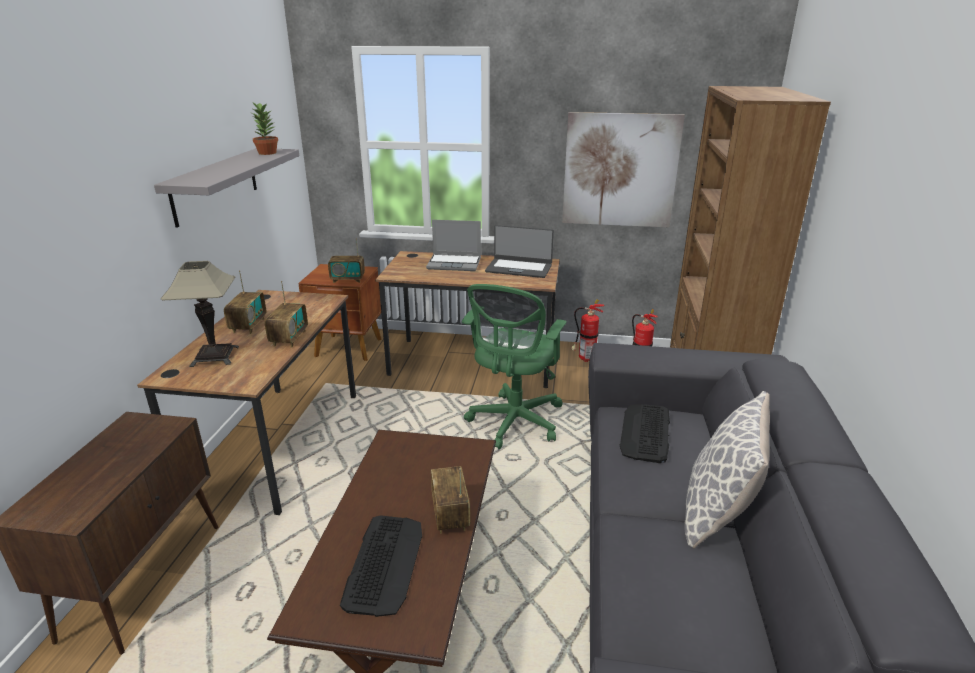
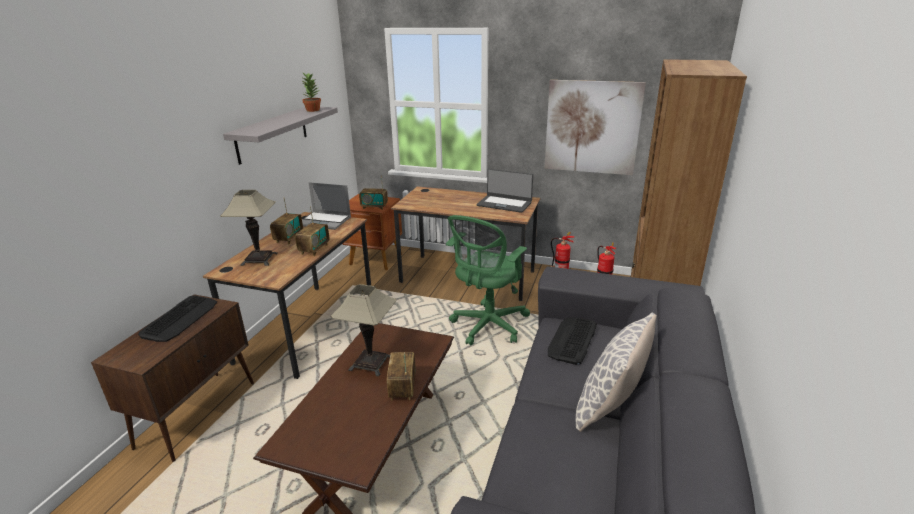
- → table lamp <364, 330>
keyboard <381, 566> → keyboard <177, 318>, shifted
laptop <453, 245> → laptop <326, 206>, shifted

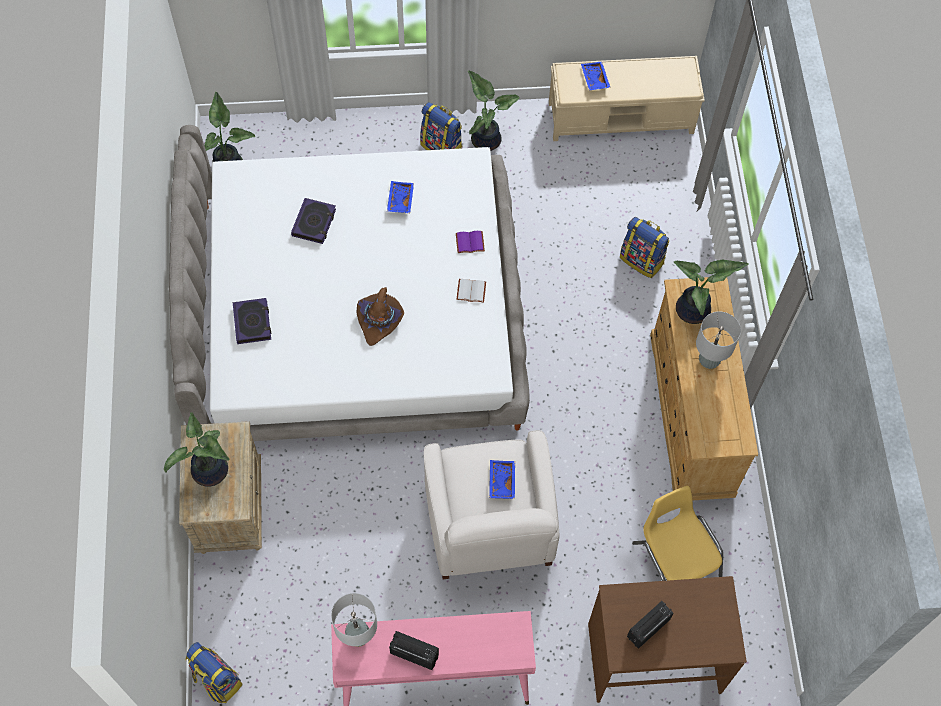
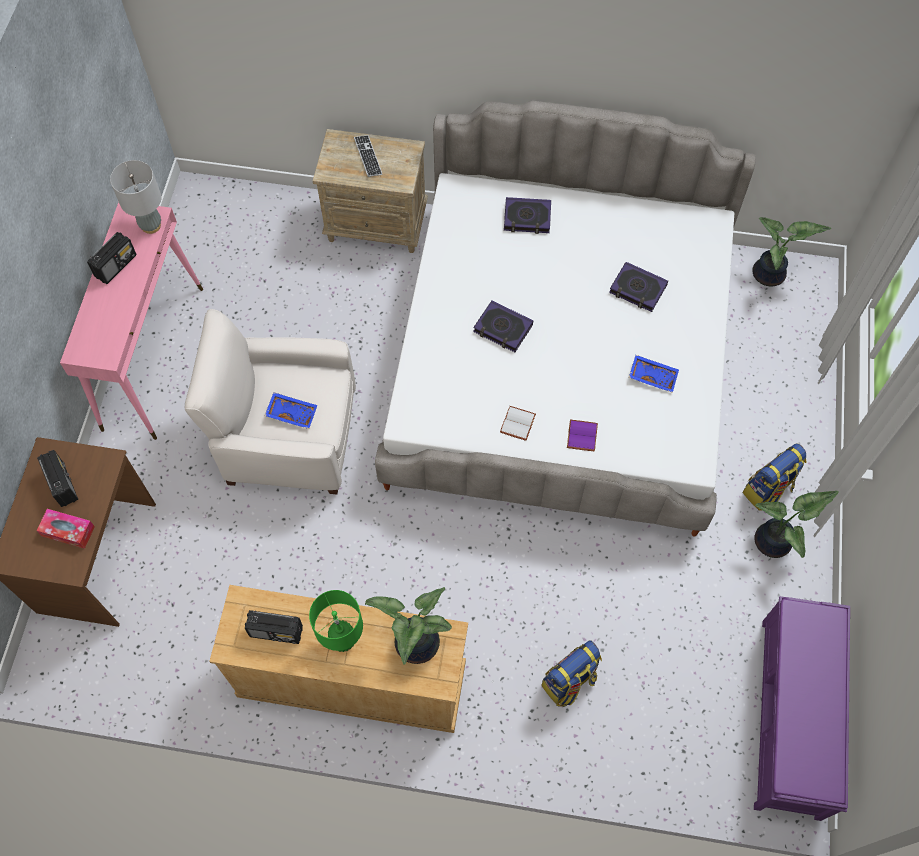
backpack <214, 672> → -
tray/blue <596, 75> → -
chair/yellow <677, 533> → -
- → tissue box <65, 529>
- → radio <274, 627>
potted plant <197, 449> → keyboard <368, 156>
hat/brown <380, 316> → book <503, 326>
bench/beige <627, 98> → bench/purple <802, 708>
table lamp/grey <718, 340> → table lamp/green <336, 621>

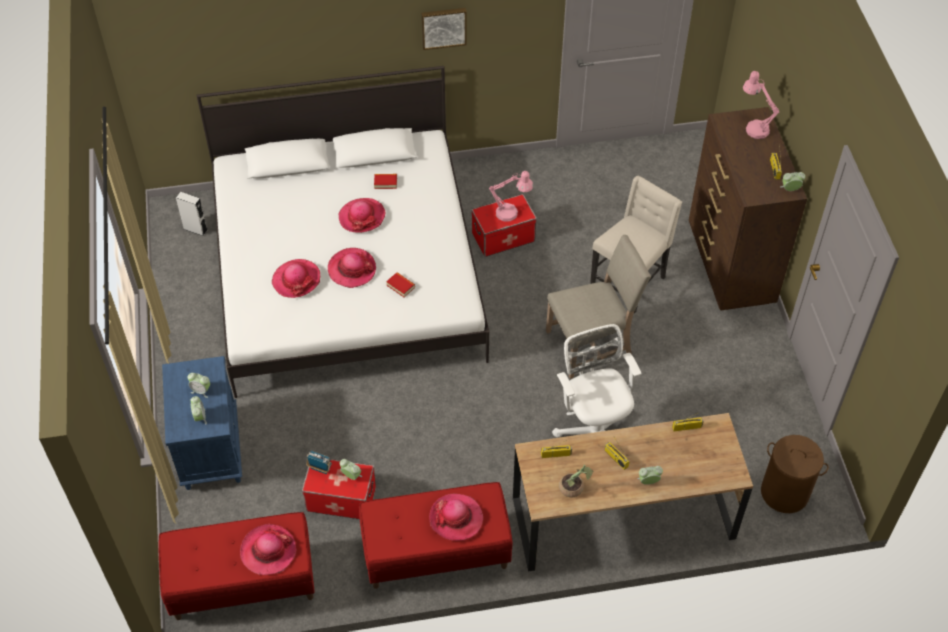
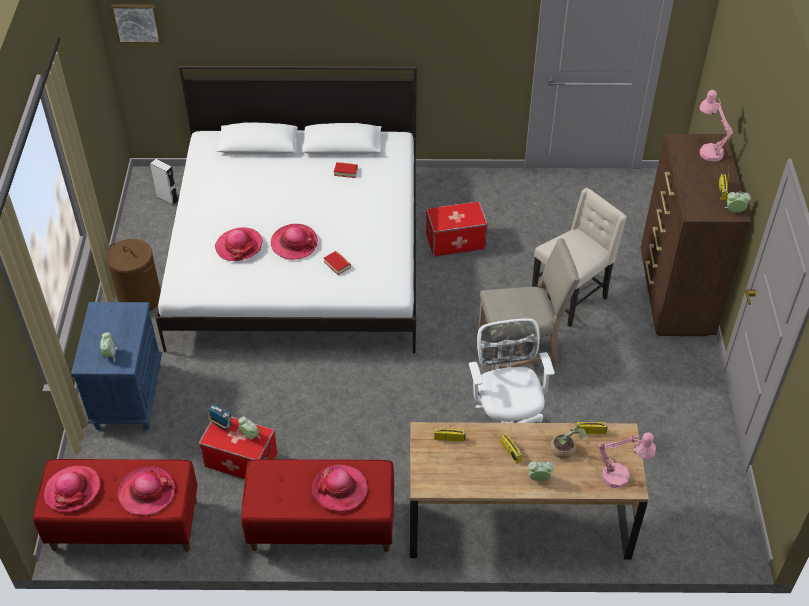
alarm clock <198, 385> → -
hat <361, 215> → hat <72, 489>, shifted
picture <444, 29> → picture <136, 23>, shifted
table lamp/pink <511, 196> → table lamp/pink <627, 460>, shifted
potted plant <576, 481> → potted plant <568, 441>, shifted
laundry basket/brown <795, 474> → laundry basket/brown <133, 275>, shifted

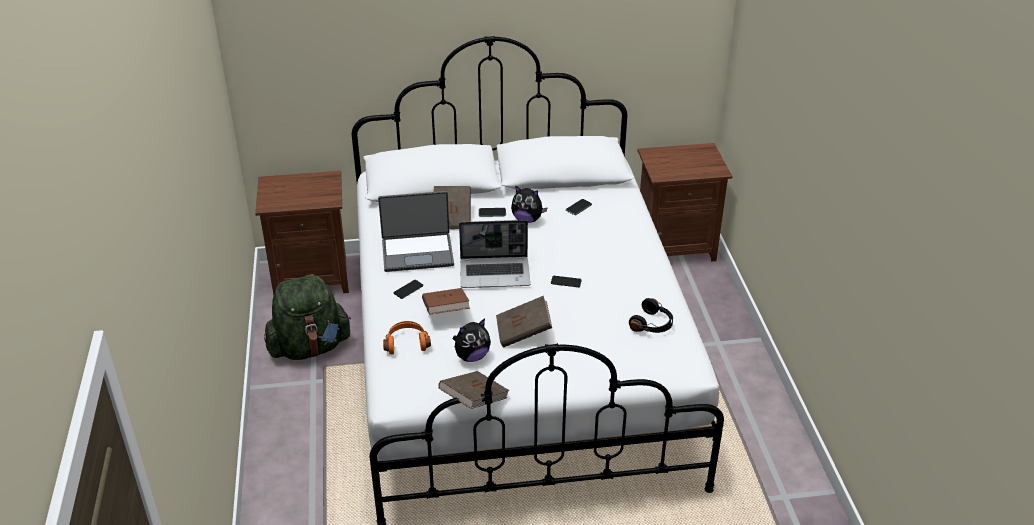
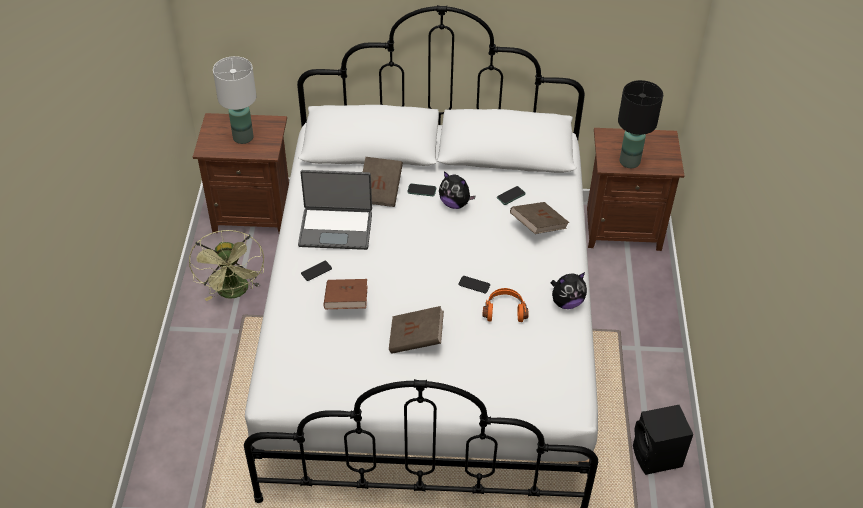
laptop <494, 254> → -
headphones/black <651, 315> → -
- → table lamp/white <234, 100>
- → table lamp/black <640, 124>
- → speaker/black <663, 440>
headphones/orange <407, 337> → headphones/orange <505, 305>, shifted
book/brown <473, 390> → book/brown <539, 218>, shifted
plush toy <472, 340> → plush toy <569, 290>, shifted
backpack/green <307, 317> → fan/green <226, 265>

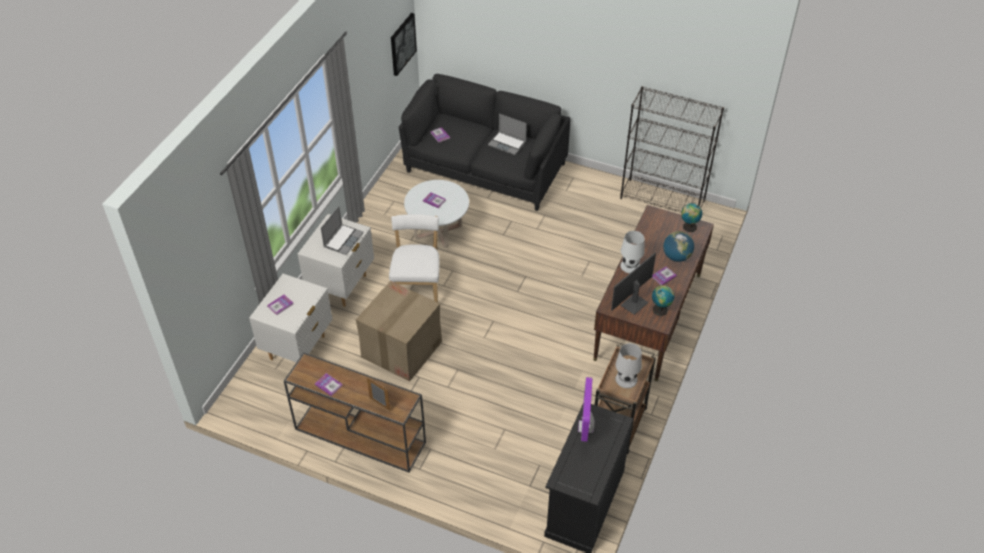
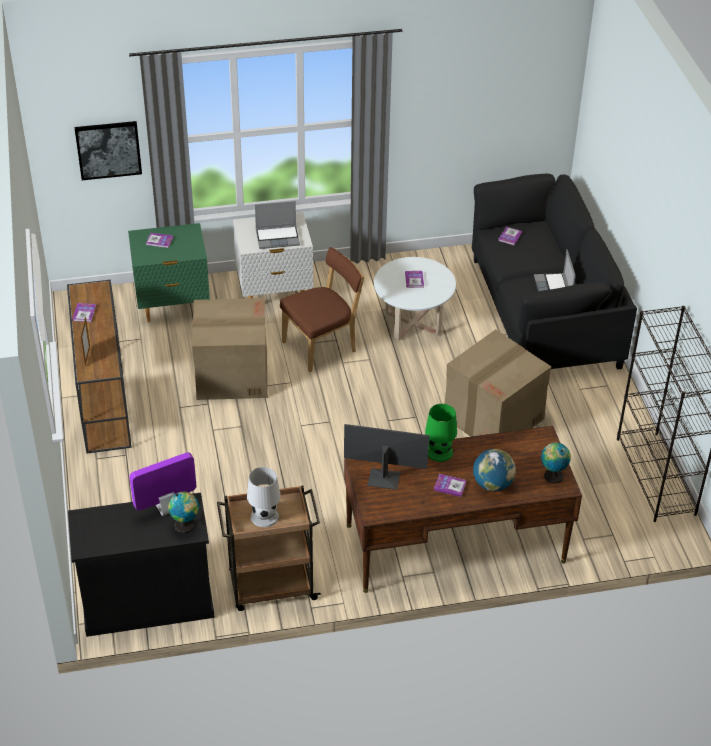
- → cardboard box <498, 383>
picture <404, 44> → picture <108, 150>, shifted
globe <663, 300> → globe <183, 512>, shifted
nightstand/white <291, 318> → nightstand/green <169, 273>
chair/white <414, 258> → chair/brown <322, 309>
table lamp/white <632, 252> → table lamp/green <441, 433>

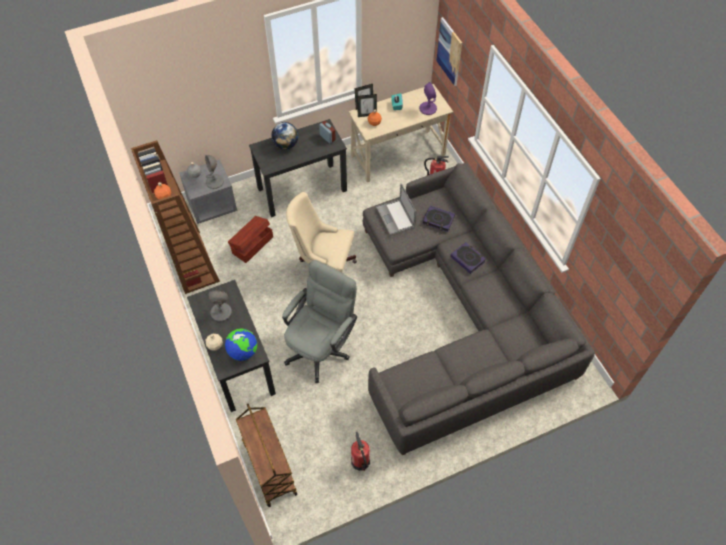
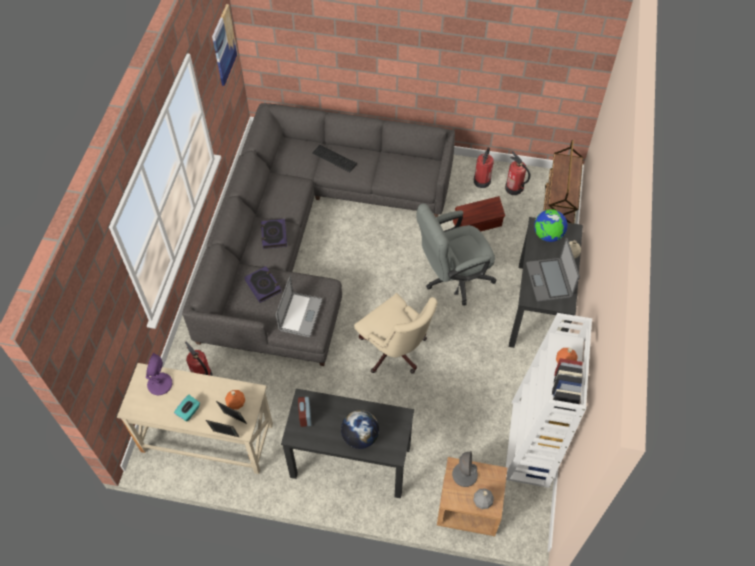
- → keyboard <335, 158>
- → fire extinguisher <517, 173>
storage box/brown <250, 239> → storage box/brown <479, 214>, shifted
picture <449, 51> → picture <224, 45>, shifted
table lamp/grey <220, 306> → laptop <553, 270>
bookcase/brown <175, 217> → bookcase/white <549, 400>
nightstand/grey <208, 192> → nightstand/brown <472, 496>

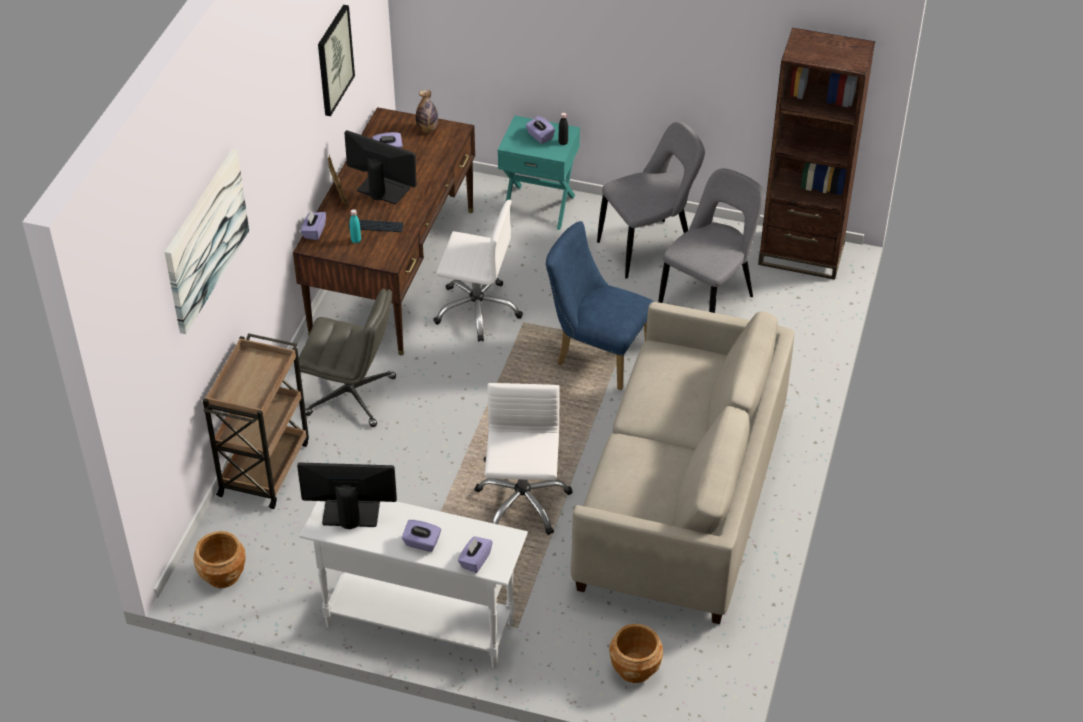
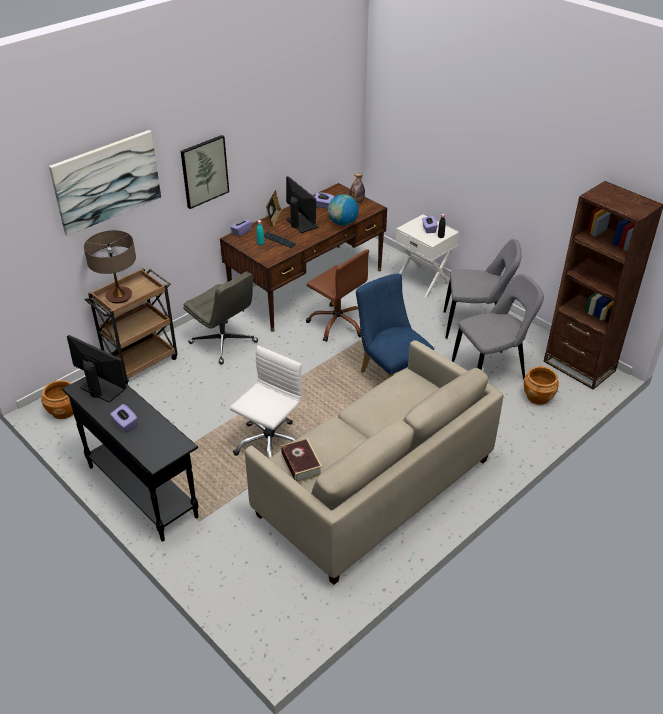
tissue box/purple <475, 554> → -
- → table lamp <110, 267>
- → book <301, 460>
- → globe <343, 210>
picture <336, 60> → picture <205, 172>, shifted
planter/brown <636, 653> → planter/brown <541, 385>, shifted
console table/white <413, 584> → console table/black <130, 458>
office chair/white <478, 271> → office chair/brown <337, 295>
nightstand/turquoise <539, 172> → nightstand/white <427, 256>

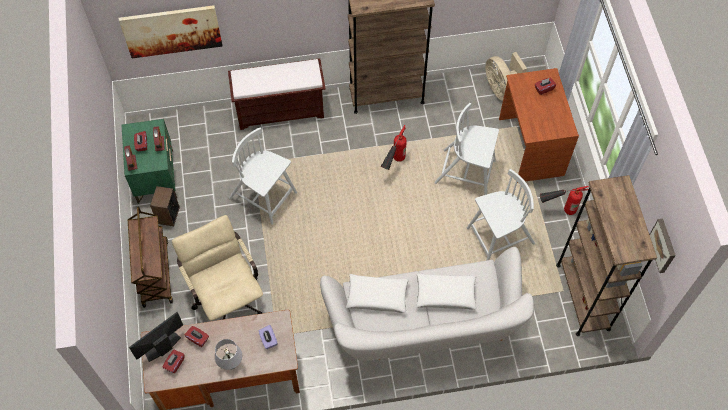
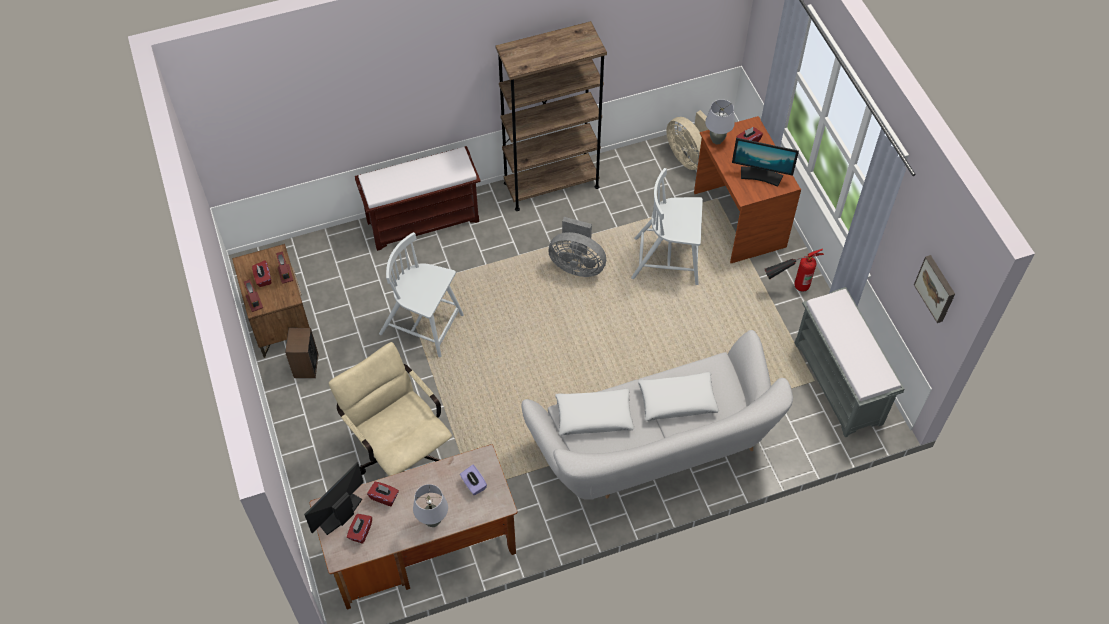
picture <171, 31> → -
cart/brown <150, 257> → -
chair/white <500, 214> → -
- → table lamp/grey <720, 121>
- → monitor <765, 162>
fire extinguisher <394, 147> → fan/grey <577, 247>
bookcase/brown <606, 255> → bench/grey <849, 362>
nightstand/green <149, 161> → nightstand/brown <271, 301>

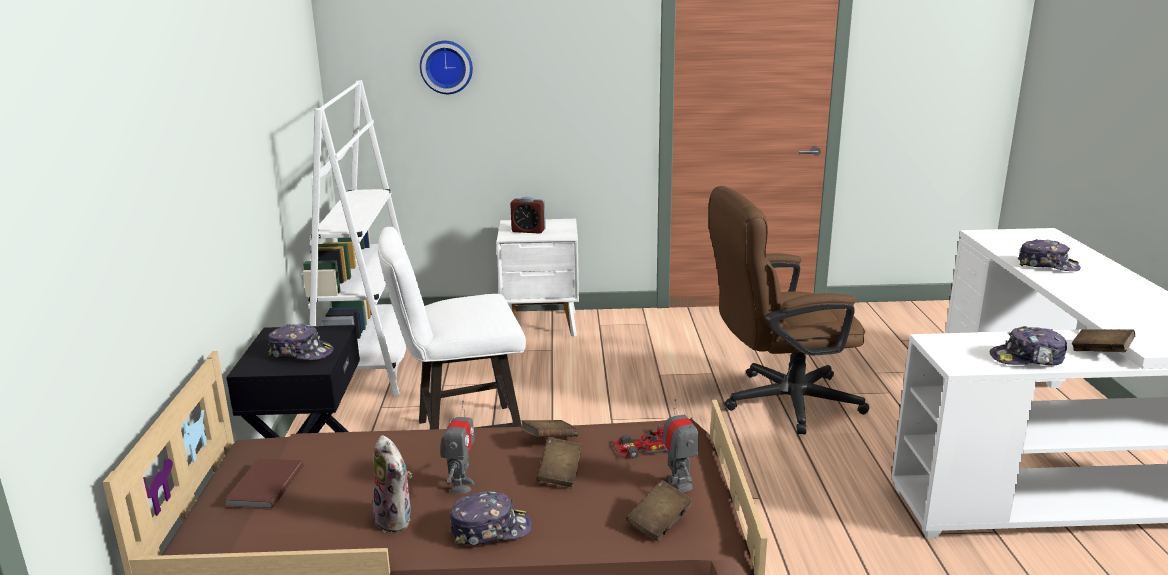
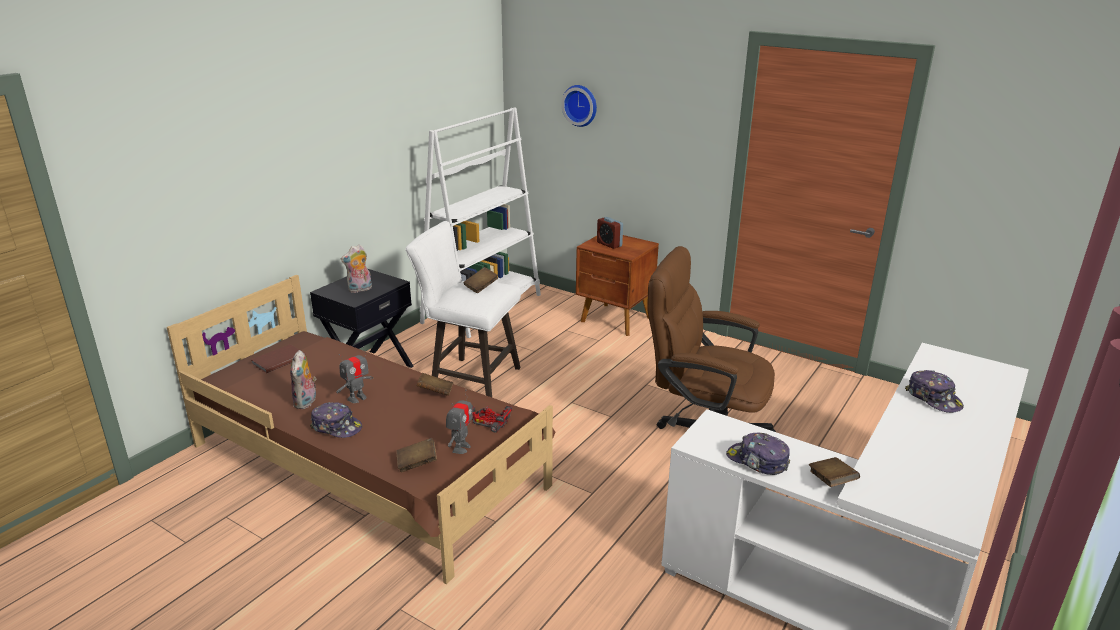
book/brown <559, 462> → book/brown <481, 280>, shifted
cap <300, 342> → plush toy <356, 268>
nightstand/white <537, 278> → nightstand/brown <617, 285>

